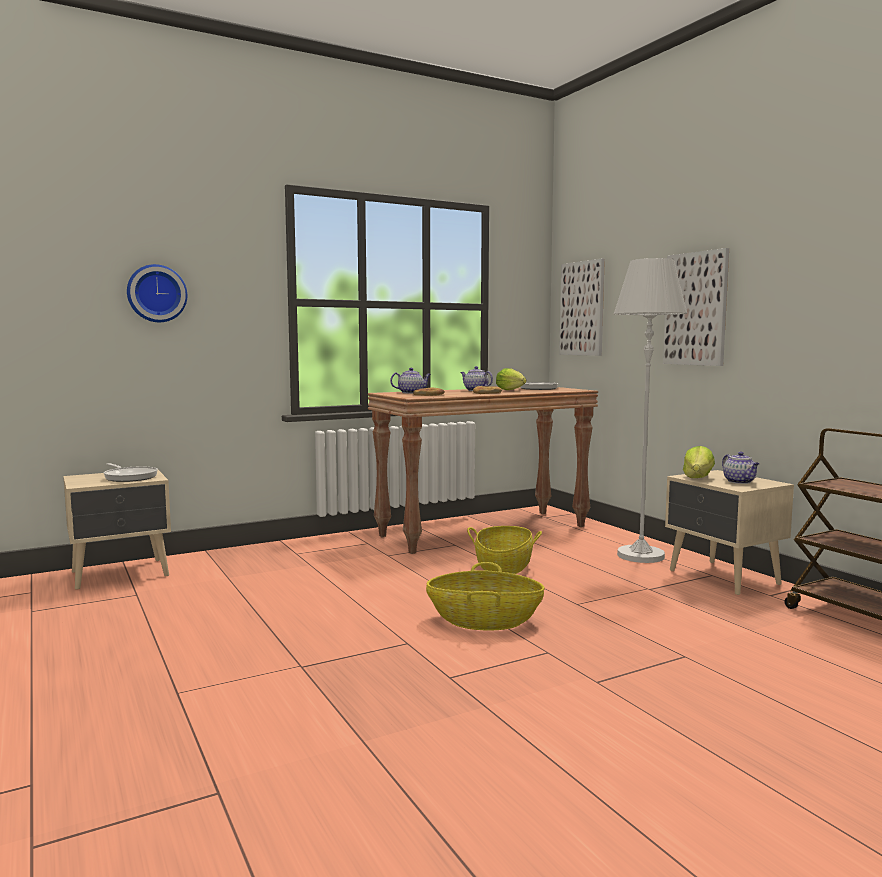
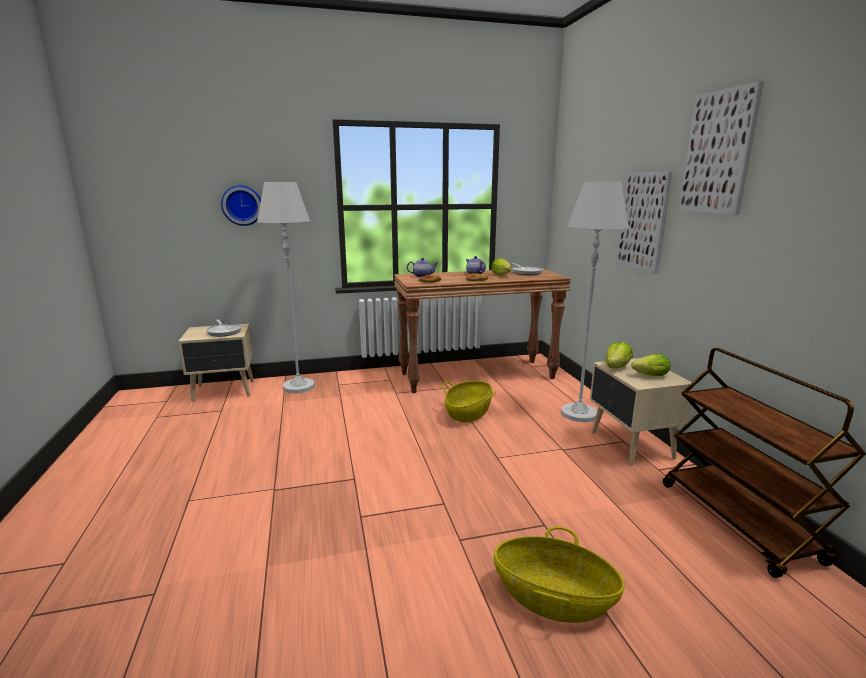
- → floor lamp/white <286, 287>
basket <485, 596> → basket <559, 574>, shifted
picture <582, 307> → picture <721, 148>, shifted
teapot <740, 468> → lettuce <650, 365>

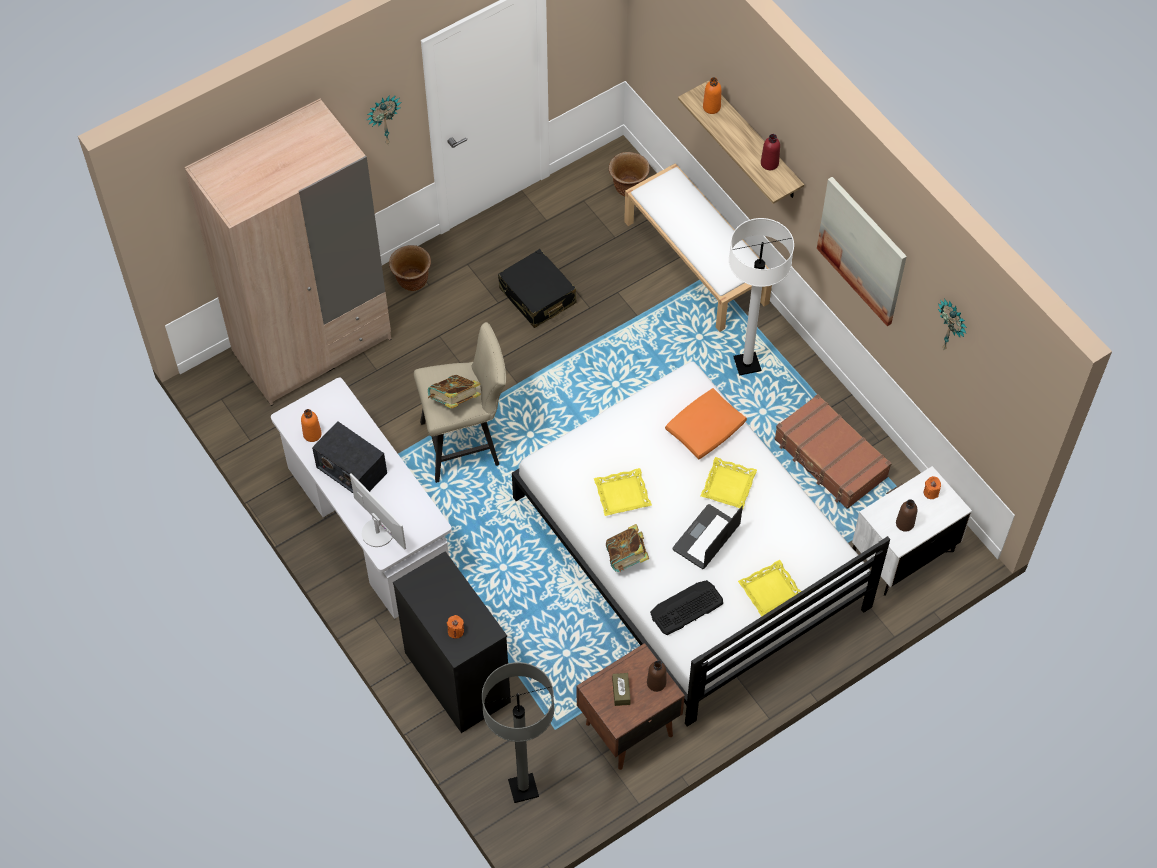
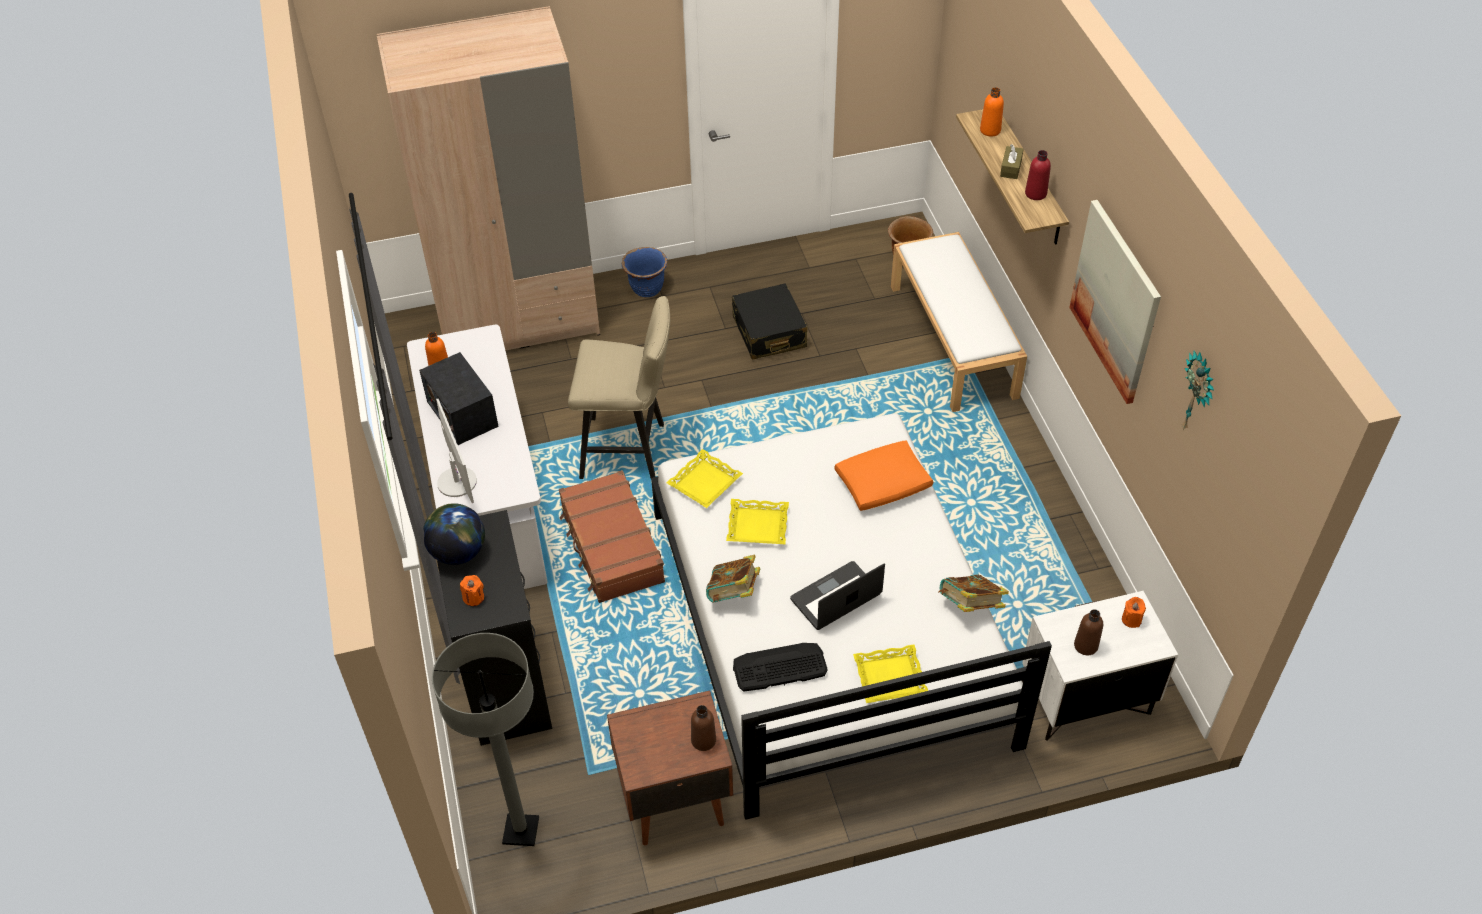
wall clock <384, 119> → -
floor lamp/white <761, 297> → -
- → globe <454, 534>
book <454, 392> → book <974, 593>, shifted
tissue box/brown <621, 689> → tissue box/brown <1012, 161>, shifted
tray/yellow <729, 483> → tray/yellow <704, 478>, shifted
suitcase/brown <833, 451> → suitcase/brown <612, 536>, shifted
planter/brown <410, 268> → planter/blue <644, 272>

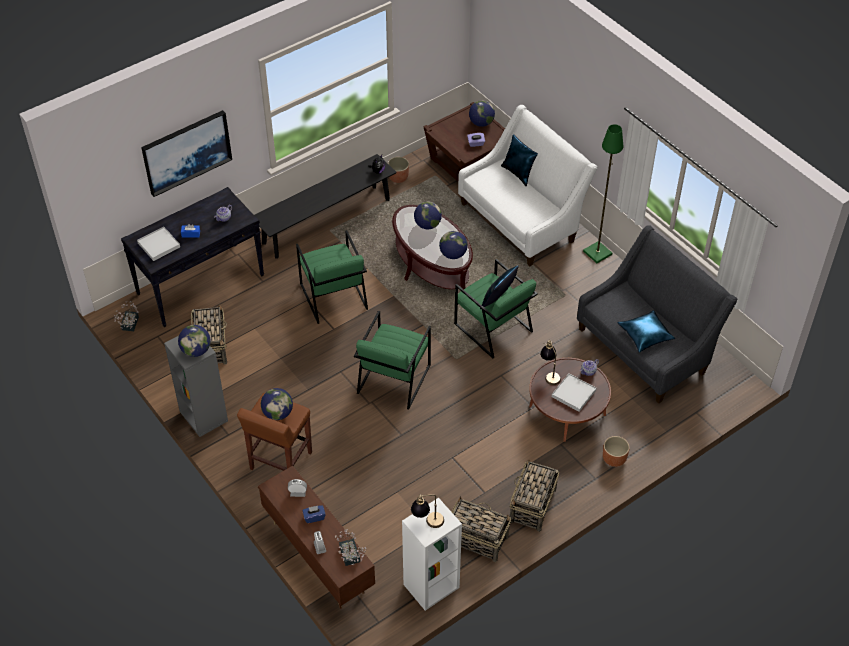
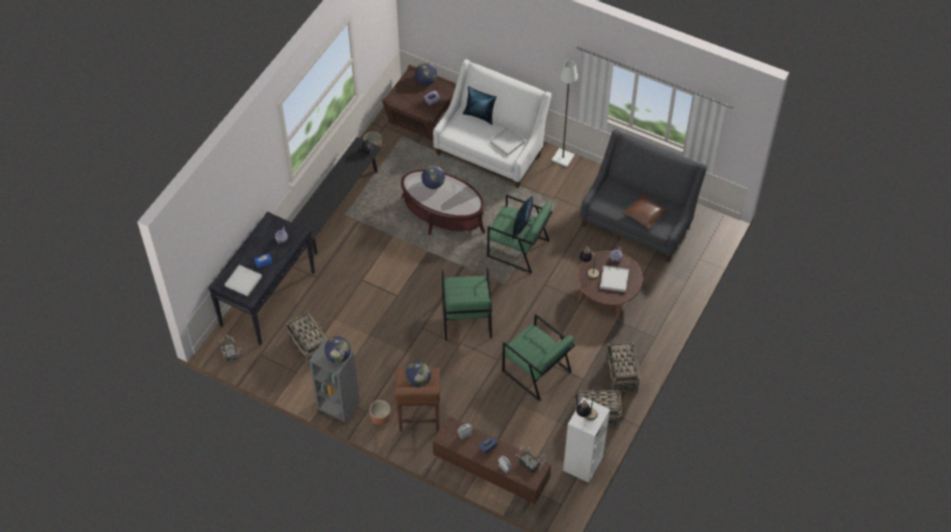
picture <186, 153> → -
globe <453, 245> → -
- → tray/white <507, 142>
armchair/green <332, 277> → armchair/green <538, 357>, shifted
planter/brown <616, 451> → planter/brown <380, 412>, shifted
floor lamp/green <603, 193> → floor lamp/white <564, 113>
pillow/blue <646, 331> → pillow/brown <644, 212>

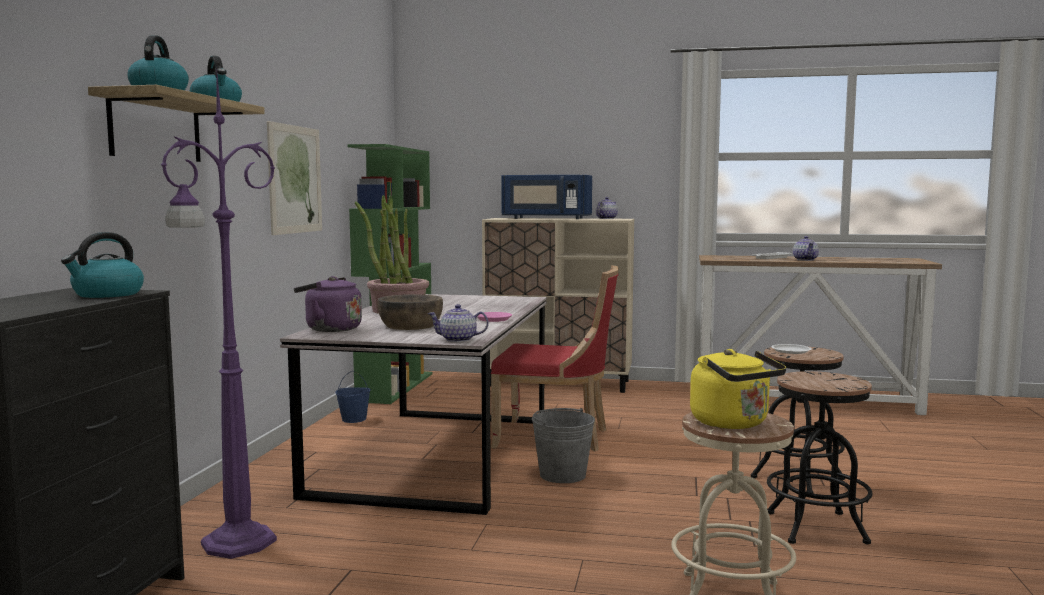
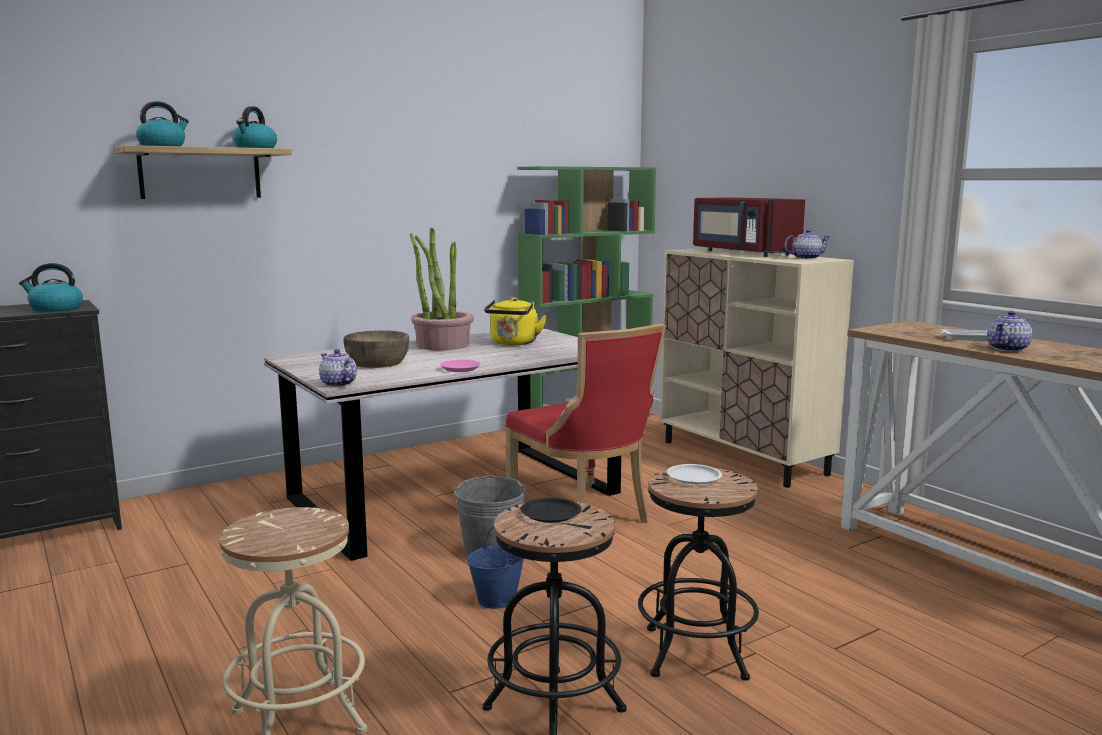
floor lamp/purple <219, 317> → -
picture <294, 178> → -
kettle/purple <328, 304> → -
- → plate/black <551, 510>
bucket/blue <353, 397> → bucket/blue <495, 568>, shifted
kettle/yellow <738, 389> → kettle/yellow <515, 321>, shifted
microwave/blue <546, 197> → microwave/red <749, 227>

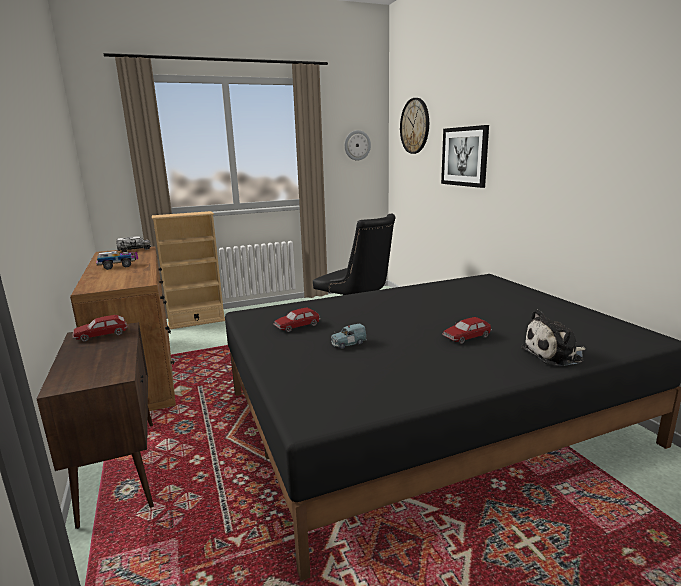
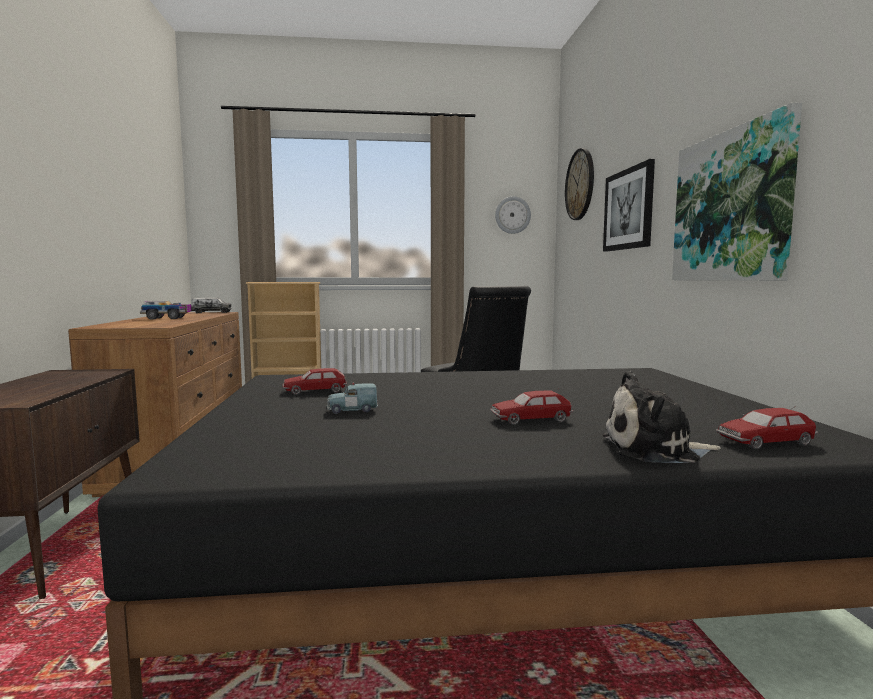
- → picture <737, 191>
toy car <100, 328> → toy car <767, 428>, shifted

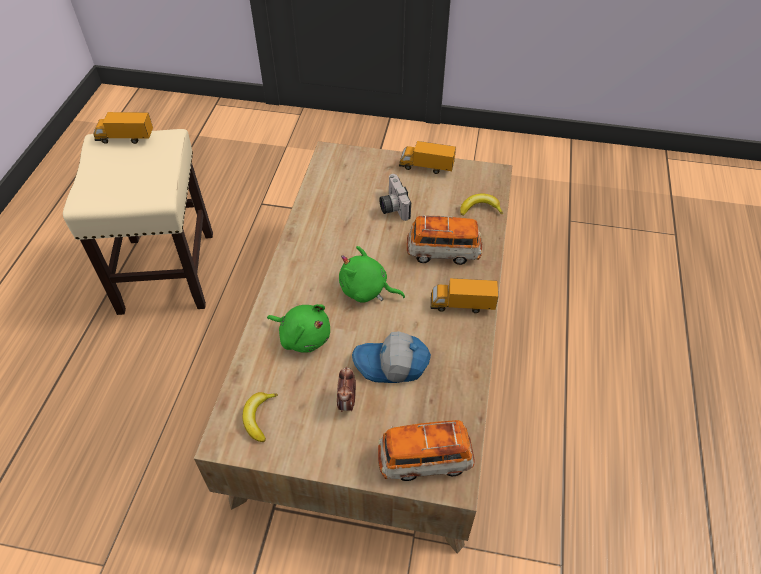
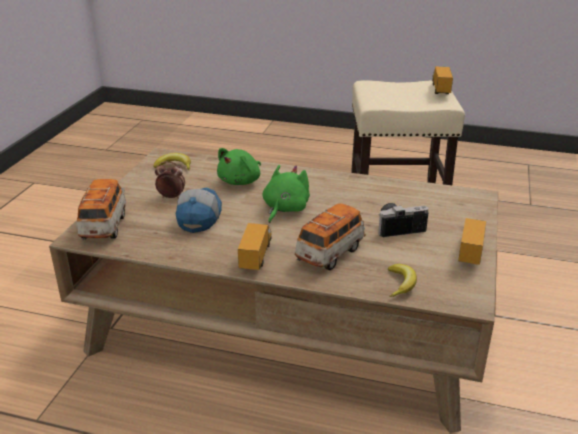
toy car <444, 240> → toy car <330, 236>, 150 degrees counterclockwise

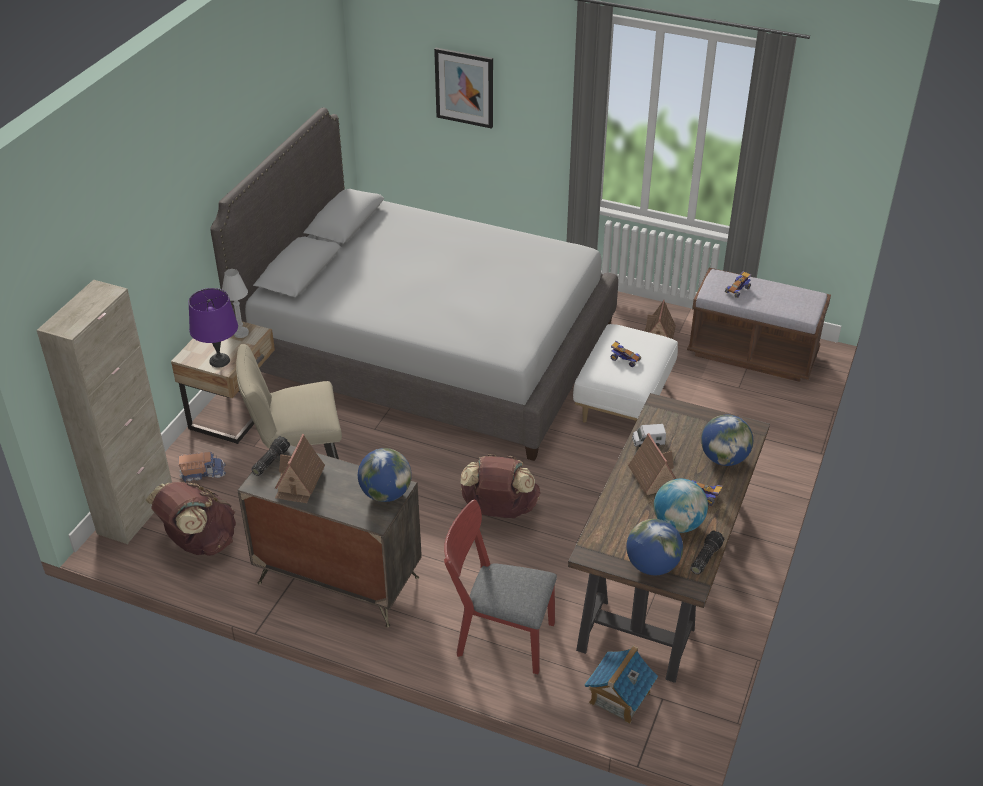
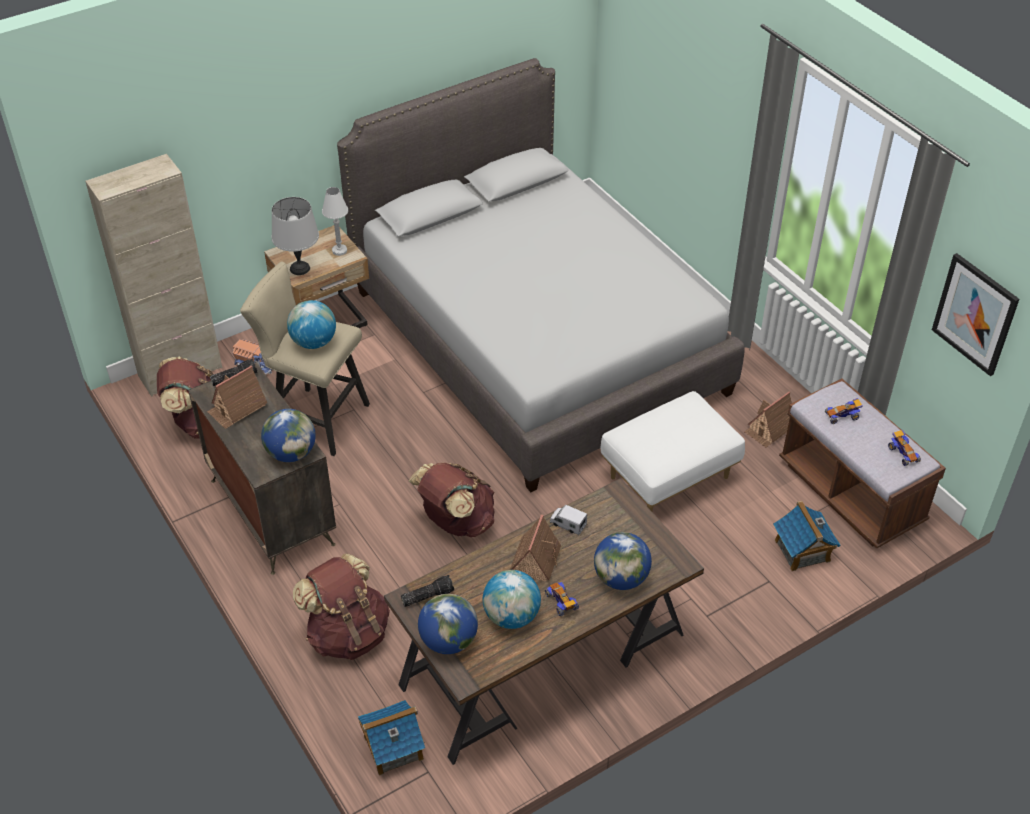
- → globe <311, 324>
- → toy house <806, 536>
picture <463, 88> → picture <975, 314>, shifted
toy car <626, 354> → toy car <904, 448>, shifted
flashlight <707, 553> → flashlight <427, 591>, shifted
chair/red <500, 587> → backpack/brown <341, 606>
table lamp/purple <213, 327> → table lamp/grey <295, 236>

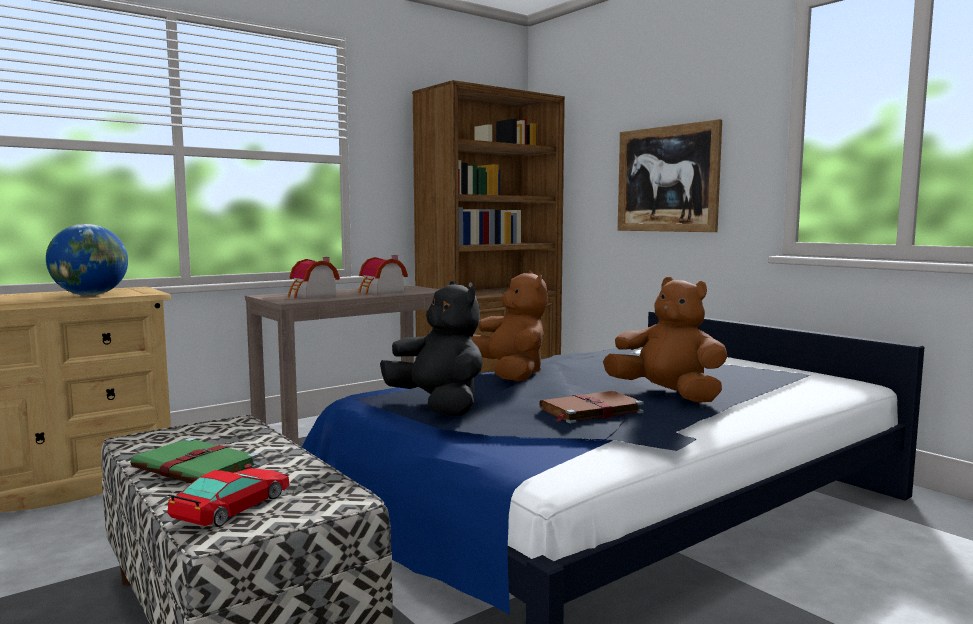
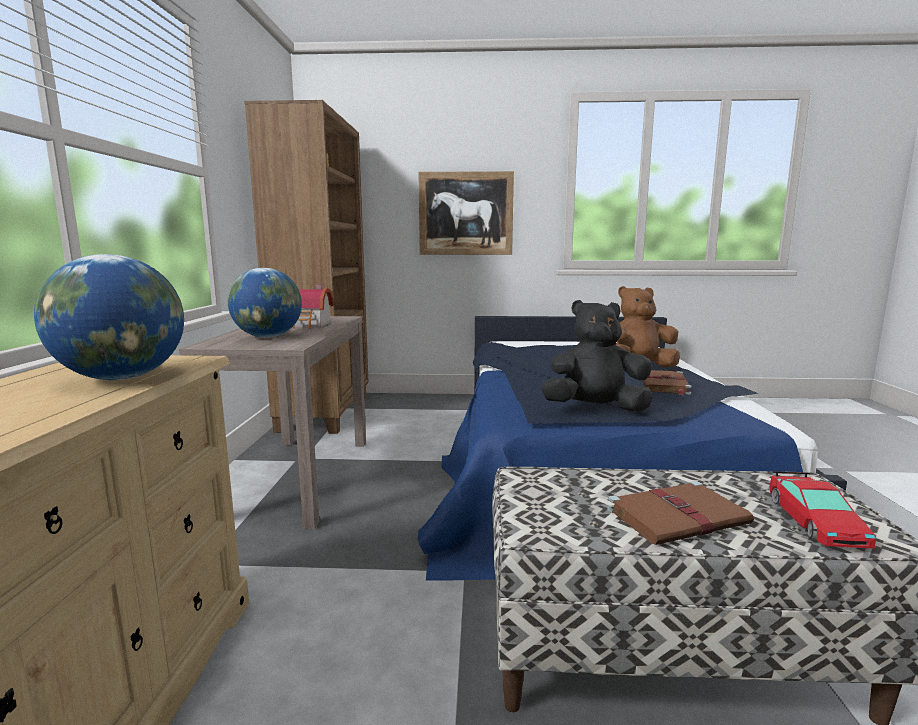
plush toy/brown <510, 325> → -
toy house <314, 277> → globe <265, 303>
book/green <195, 460> → book/brown <680, 513>
toy car <228, 497> → toy car <823, 510>, 150 degrees counterclockwise

